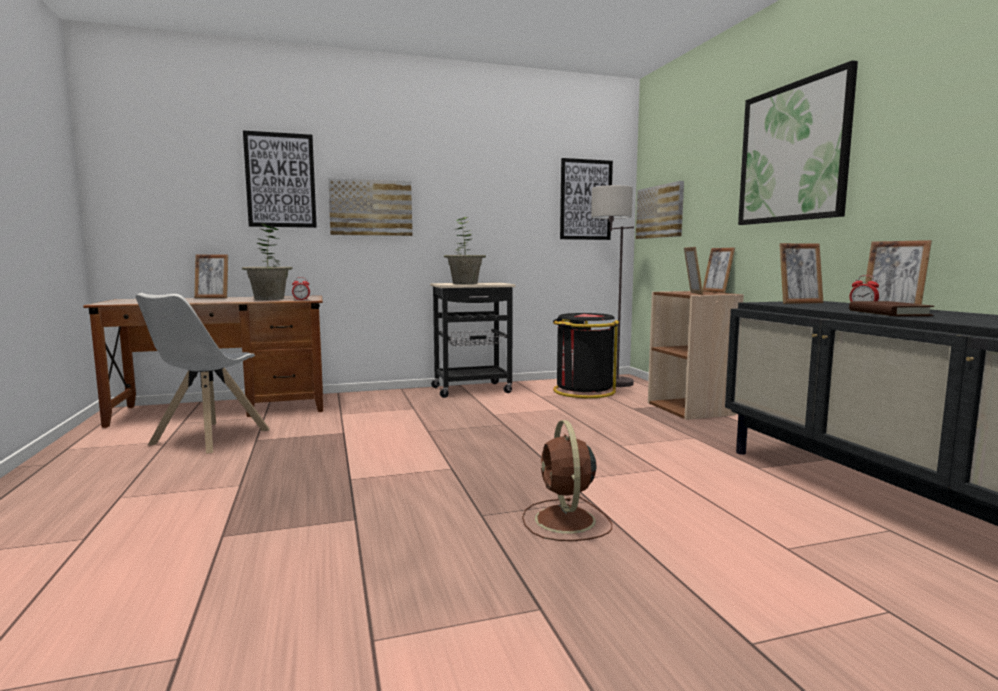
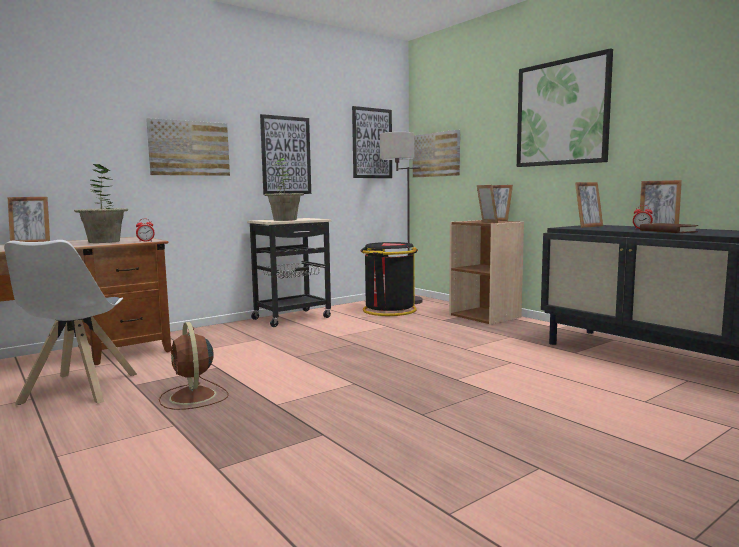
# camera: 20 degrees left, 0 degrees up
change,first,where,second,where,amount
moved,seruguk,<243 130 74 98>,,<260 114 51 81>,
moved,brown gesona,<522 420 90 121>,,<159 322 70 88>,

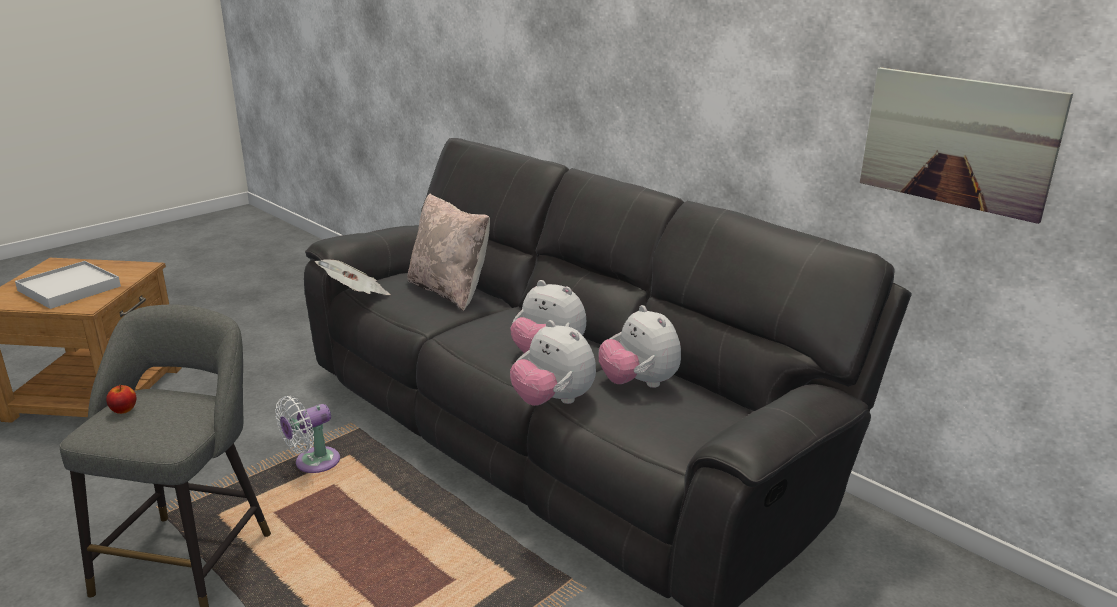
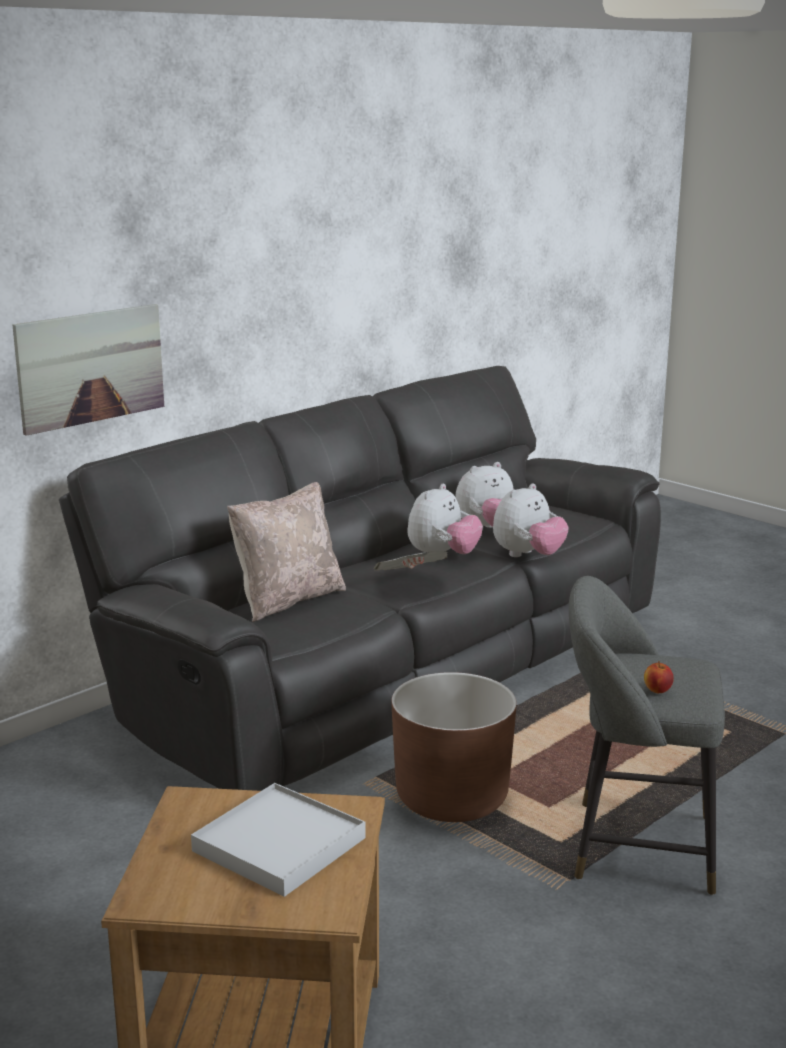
# camera: 90 degrees left, 5 degrees down
change,first,where,second,where,amount
moved,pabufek,<315 259 75 36>,,<374 551 74 20>,
moved,seruguk,<860 67 213 157>,,<13 304 151 132>,
replaced,white gesona,<275 396 65 77>,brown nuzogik,<391 672 126 150>,

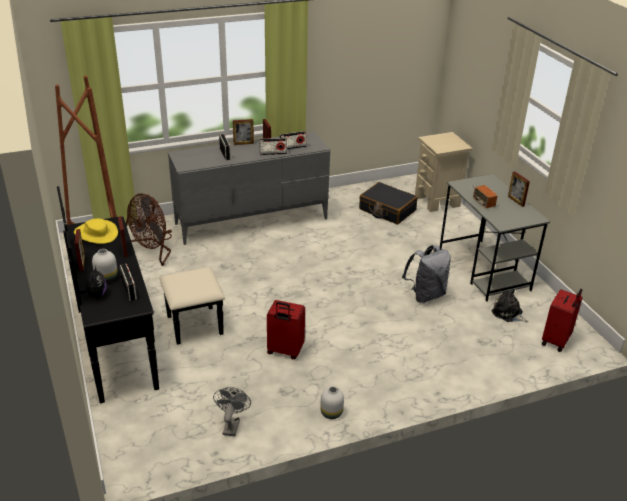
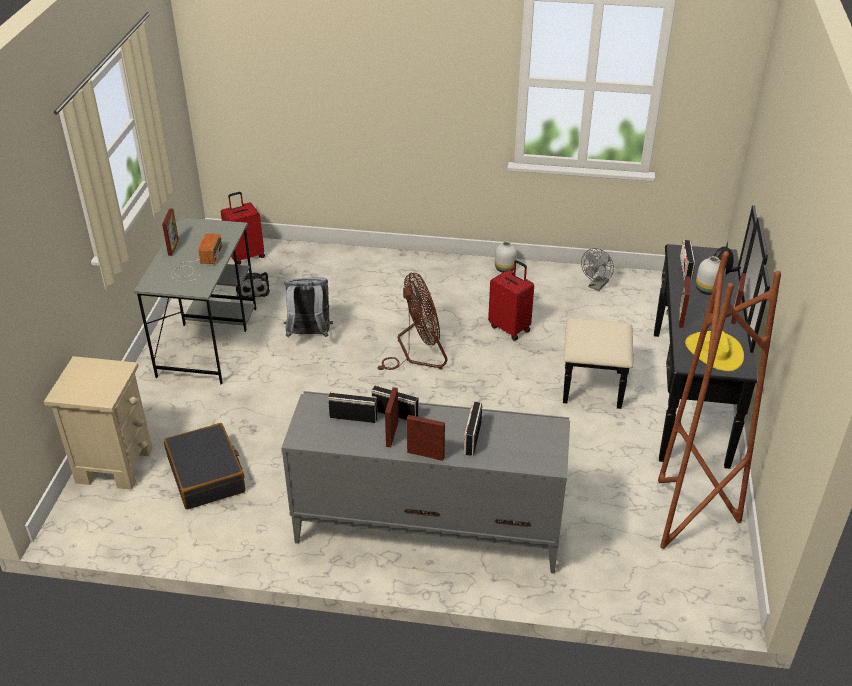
# camera: 150 degrees left, 5 degrees up
change,first,where,second,where,amount
moved,brown gesona,<126 193 47 73>,,<376 272 71 98>,

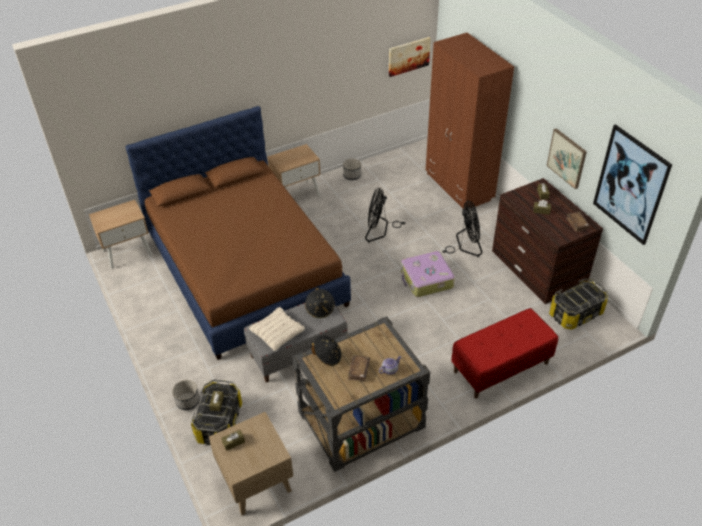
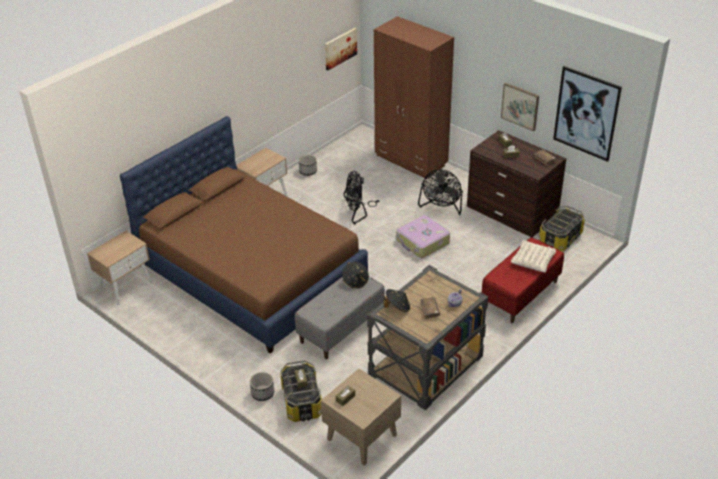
# camera: 20 degrees left, 5 degrees down
change,first,where,second,where,amount
moved,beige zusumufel,<249 307 56 44>,,<511 240 45 32>,
turned,black gesona,<443 201 39 56>,,<418 170 45 45>,135 degrees clockwise

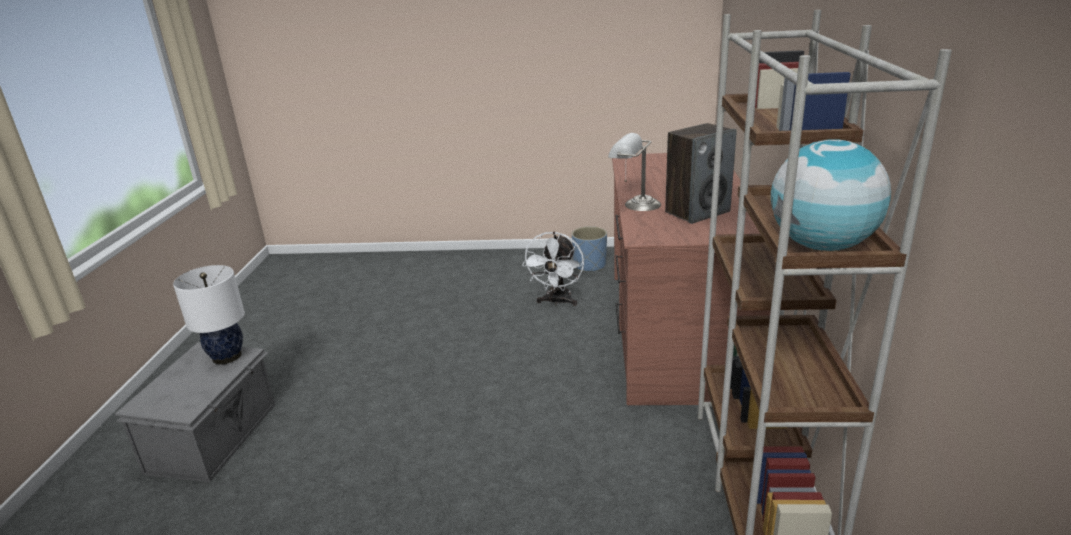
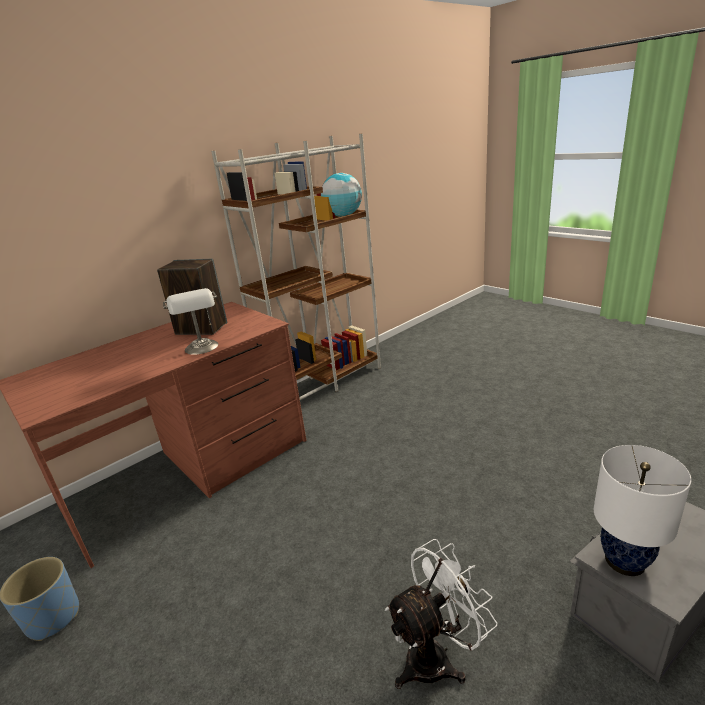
# camera: 135 degrees left, 0 degrees up
change,first,where,second,where,amount
moved,white gesona,<522 231 62 75>,,<385 539 112 150>,

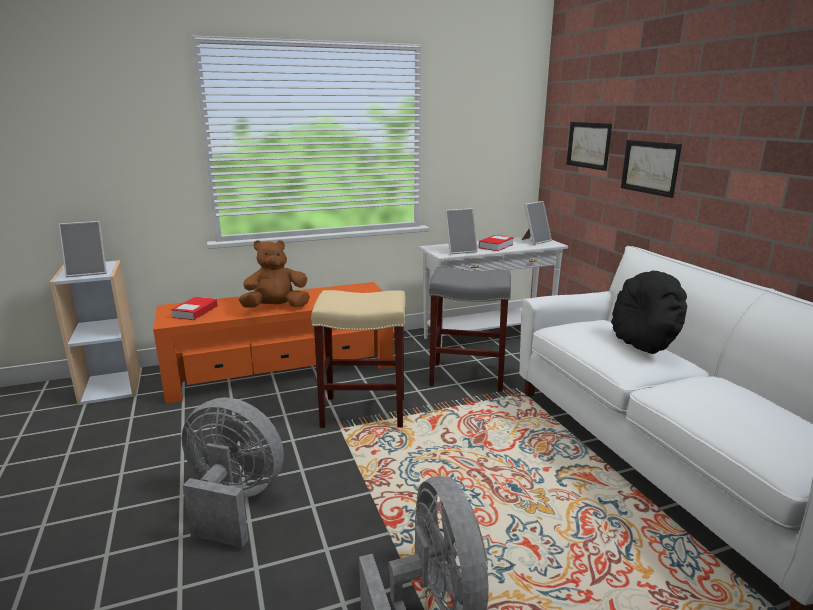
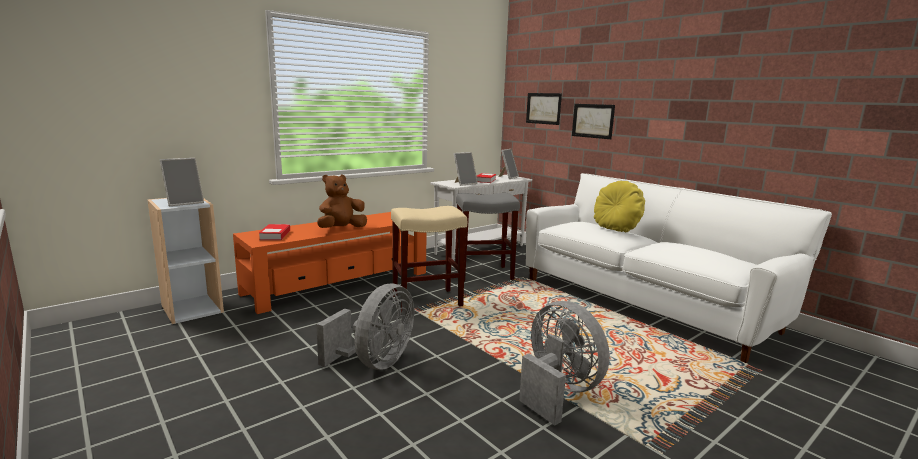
# camera: 20 degrees left, 5 degrees down
change,first,where,second,where,amount
recoloured,black zusumufel,<611 271 76 83>,yellow zusumufel,<594 181 51 51>,
turned,grey gesona,<182 397 102 151>,,<316 284 98 86>,120 degrees clockwise

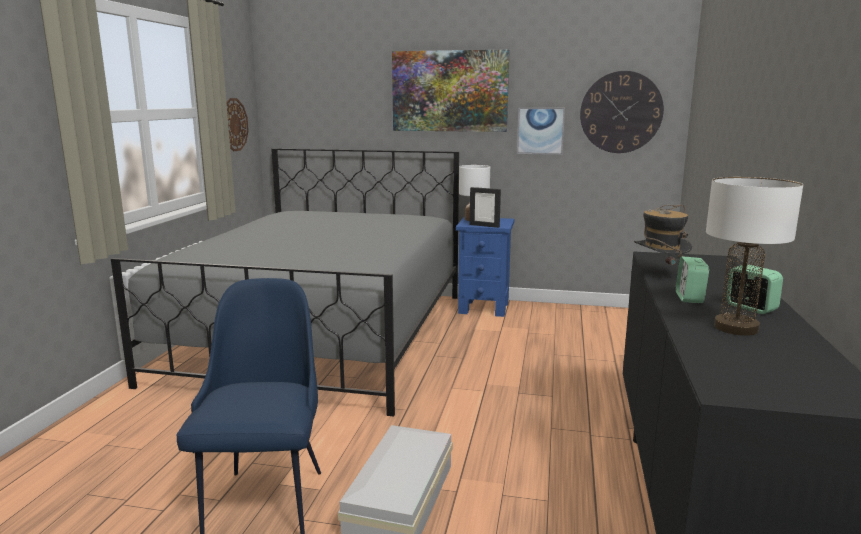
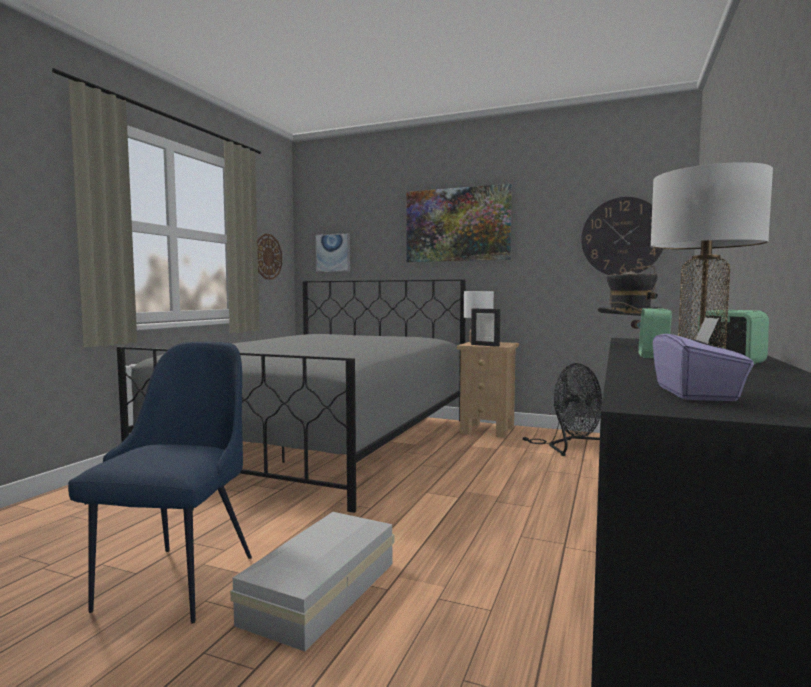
# camera: 10 degrees right, 10 degrees down
change,first,where,second,where,amount
added,,,black gesona,<523 363 79 93>,
added,,,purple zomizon,<653 317 101 84>,
moved,seruguk,<517 108 48 47>,,<315 233 35 39>,
recoloured,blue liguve,<456 217 58 100>,beige liguve,<457 342 62 96>,

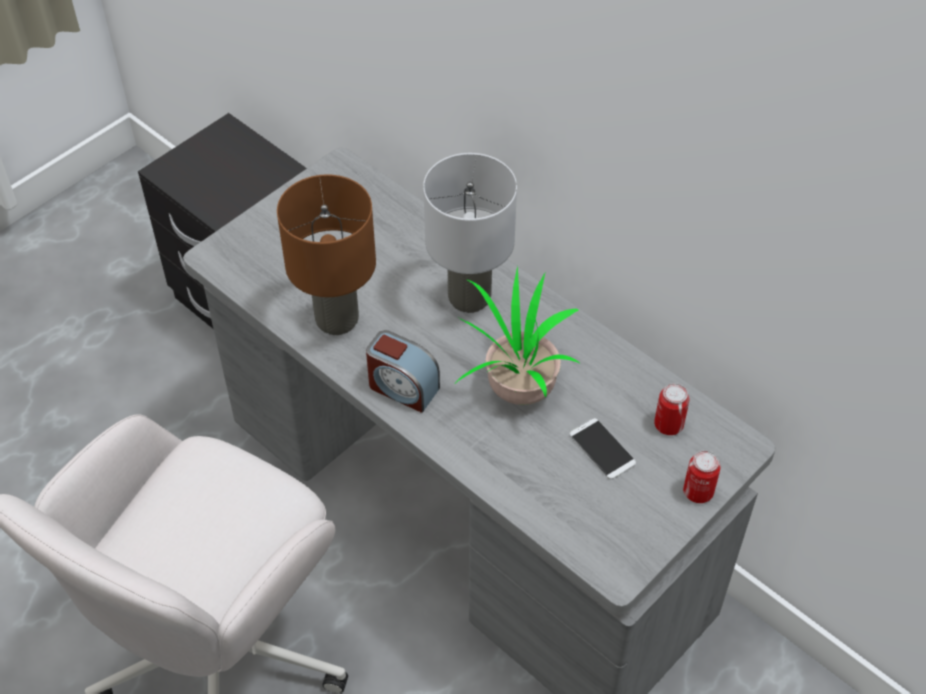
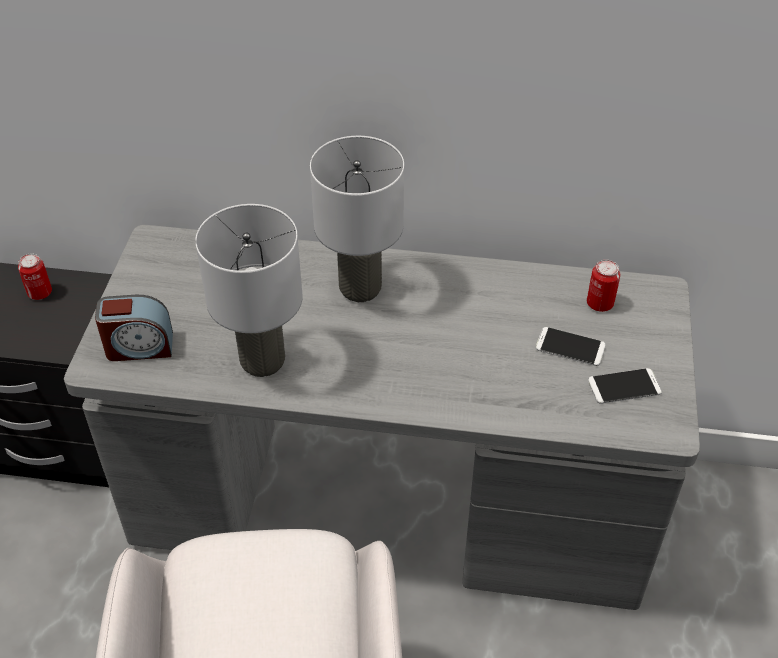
# camera: 35 degrees left, 5 degrees down
change,first,where,second,where,amount
removed,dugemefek,<456 266 123 139>,,,
added,,,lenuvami,<588 368 74 36>,
moved,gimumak,<366 330 74 83>,,<95 295 78 66>,
moved,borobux,<683 450 38 53>,,<18 254 34 46>,
recoloured,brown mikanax,<277 174 99 161>,white mikanax,<195 204 108 173>,

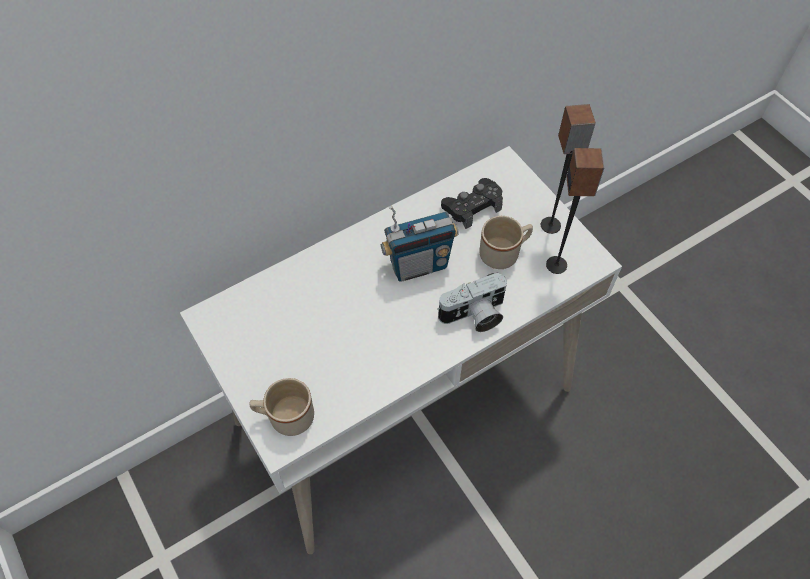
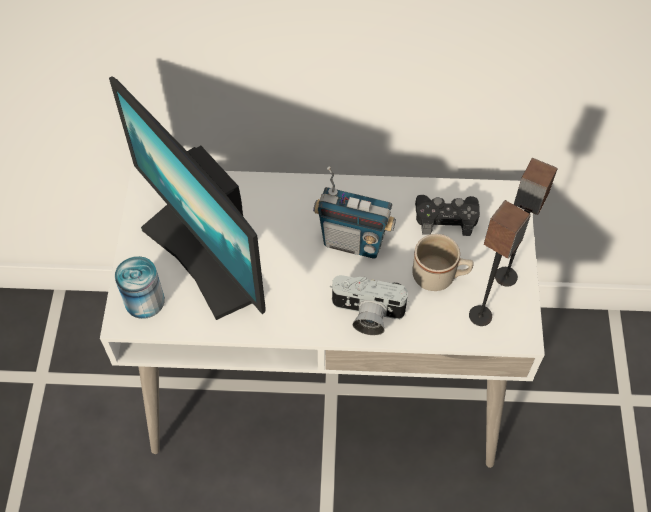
# camera: 35 degrees right, 0 degrees up
change,first,where,second,where,amount
added,,,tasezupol,<109 76 157 244>,
replaced,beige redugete,<249 378 65 58>,borobux,<115 256 50 63>,

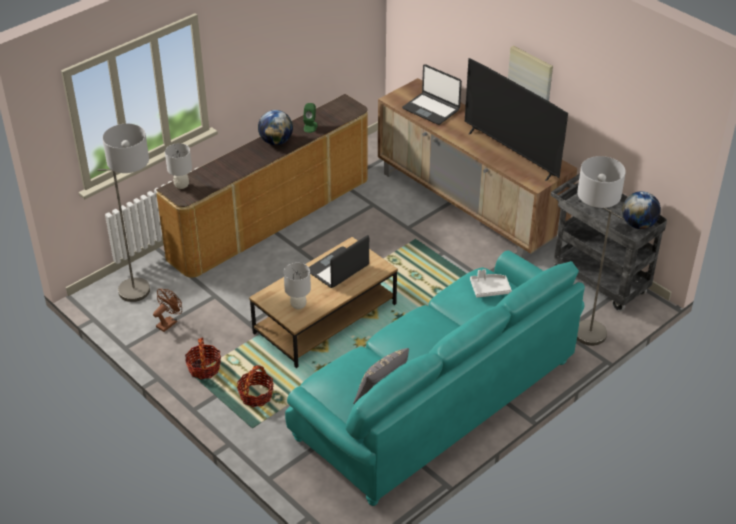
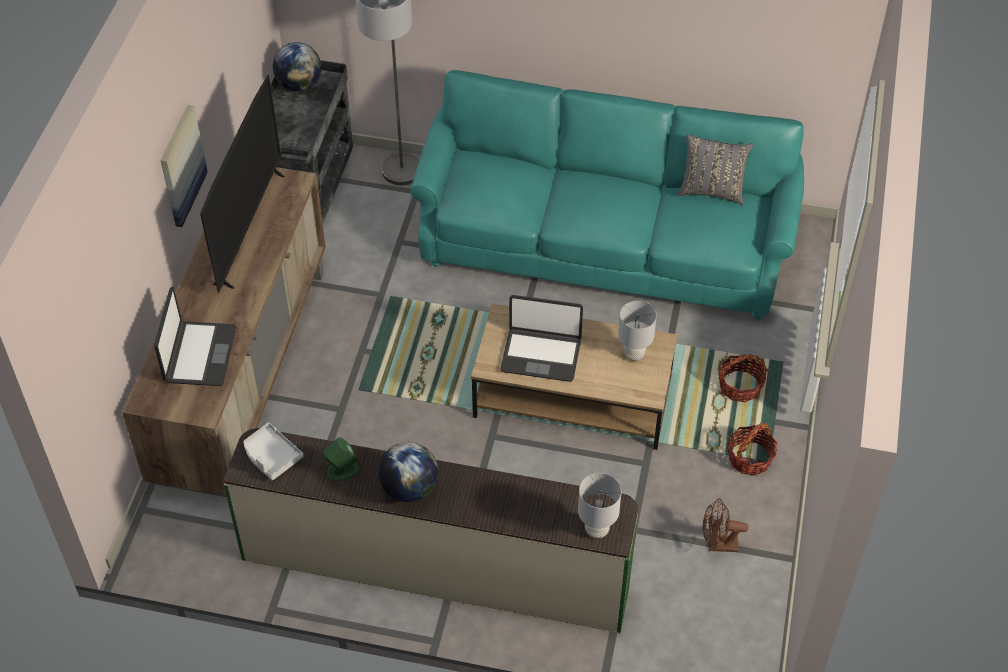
# camera: 125 degrees left, 10 degrees up
change,first,where,second,where,amount
removed,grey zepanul,<98 124 52 178>,,,
moved,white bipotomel,<470 269 42 28>,,<244 423 60 57>,
recoloured,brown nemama,<156 94 212 184>,green nemama,<223 428 415 205>,

